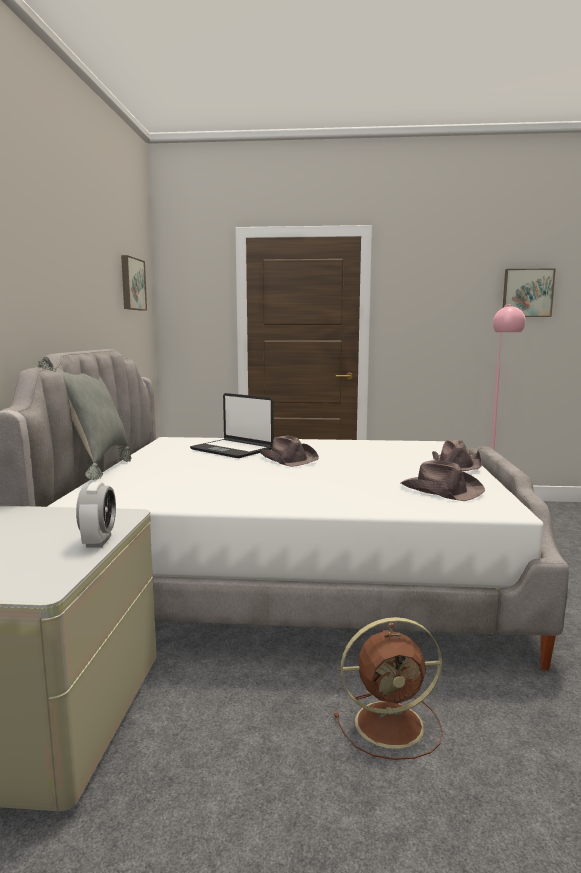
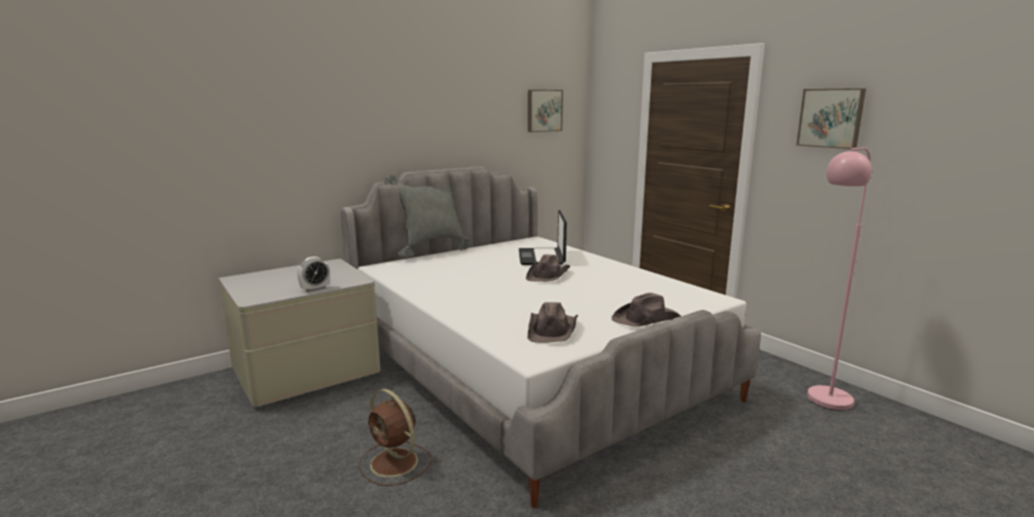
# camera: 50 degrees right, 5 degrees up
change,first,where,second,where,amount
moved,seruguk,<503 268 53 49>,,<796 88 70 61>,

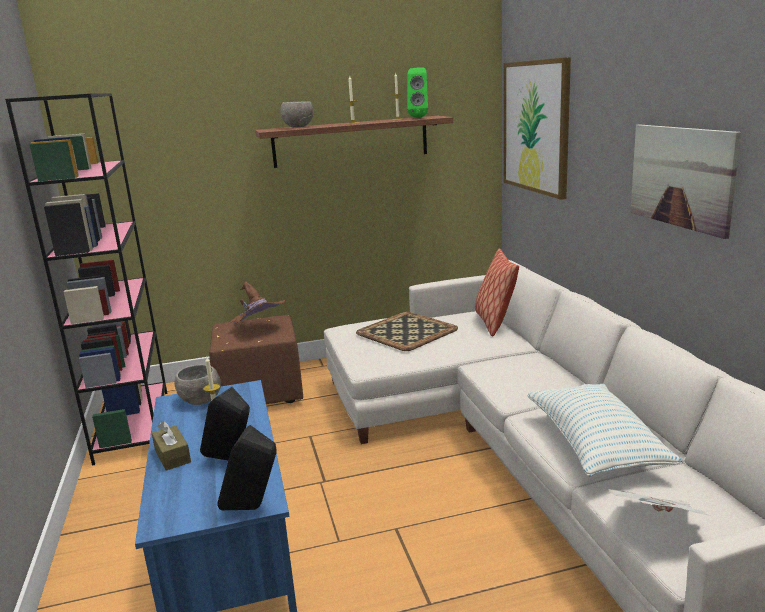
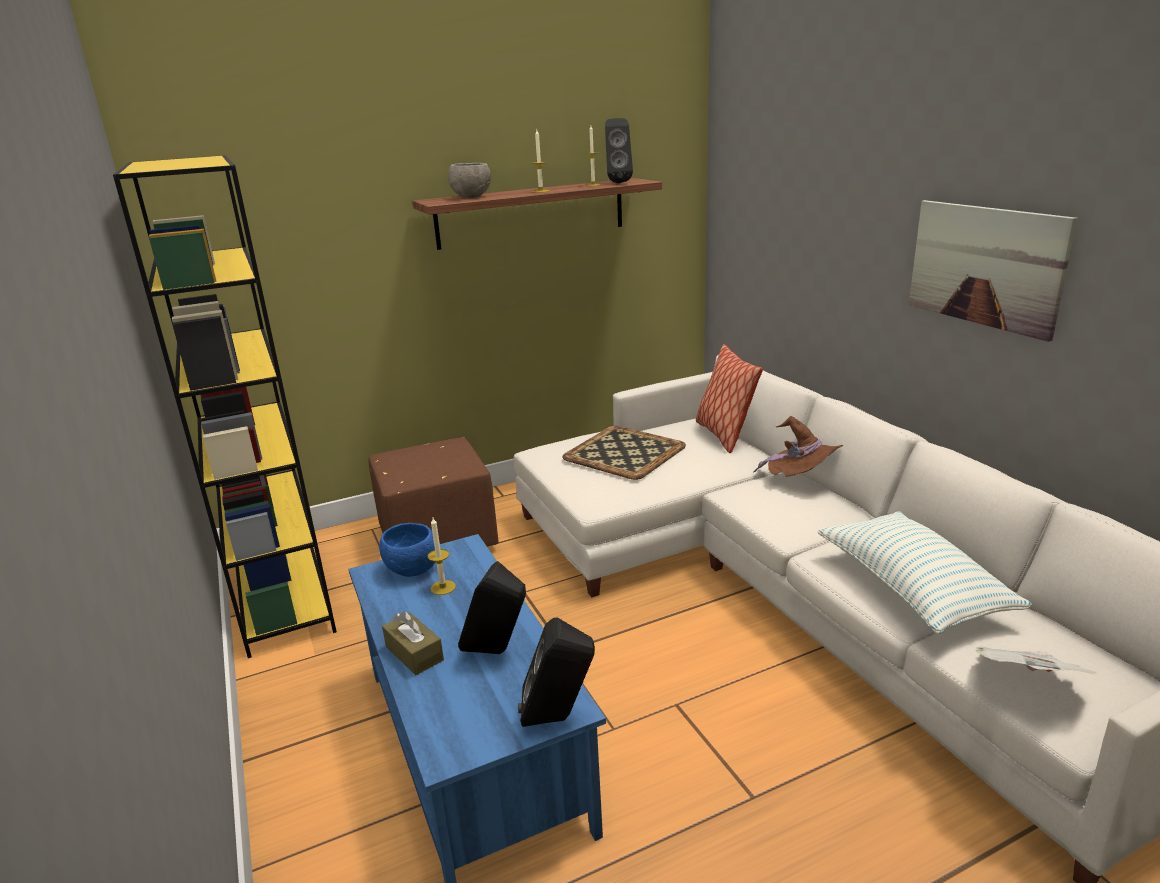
# camera: 10 degrees left, 5 degrees up
change,first,where,second,where,amount
removed,seruguk,<504 57 67 143>,,,
moved,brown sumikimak,<230 282 55 42>,,<753 416 90 61>,
recoloured,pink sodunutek,<5 93 162 373>,yellow sodunutek,<113 155 224 503>,
recoloured,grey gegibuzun,<174 364 47 41>,blue gegibuzun,<379 523 57 54>,
recoloured,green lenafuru,<407 68 21 50>,black lenafuru,<605 118 28 65>,

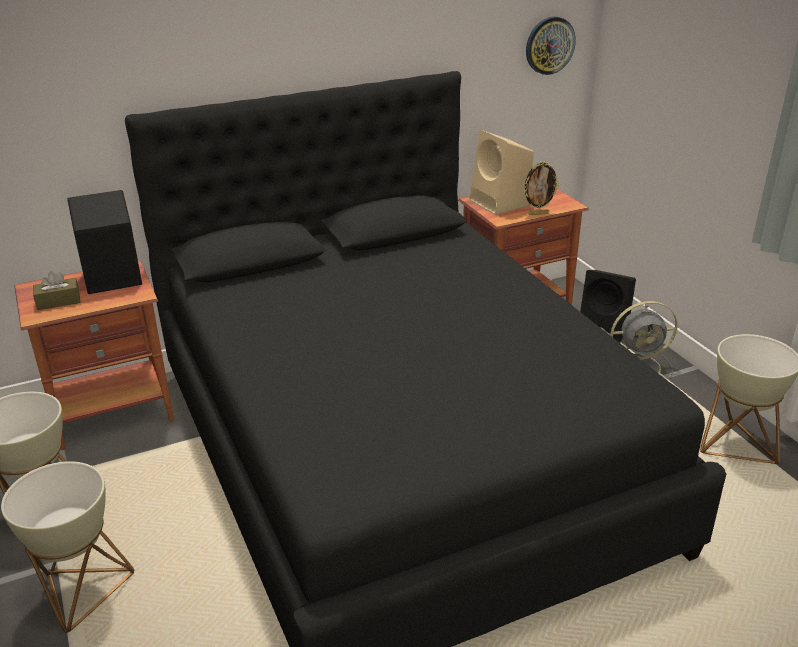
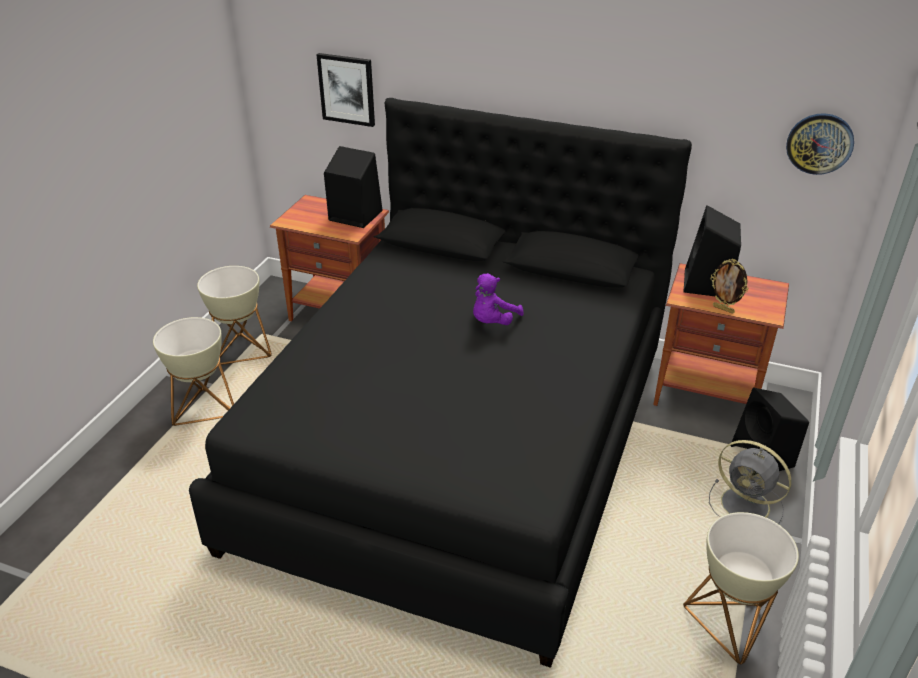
# camera: 45 degrees right, 5 degrees up
change,first,where,second,where,amount
removed,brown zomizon,<33 271 48 39>,,,
added,,,seruguk,<316 53 59 74>,
added,,,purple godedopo,<473 273 51 52>,
recoloured,beige lenafuru,<470 130 64 85>,black lenafuru,<684 205 57 91>,

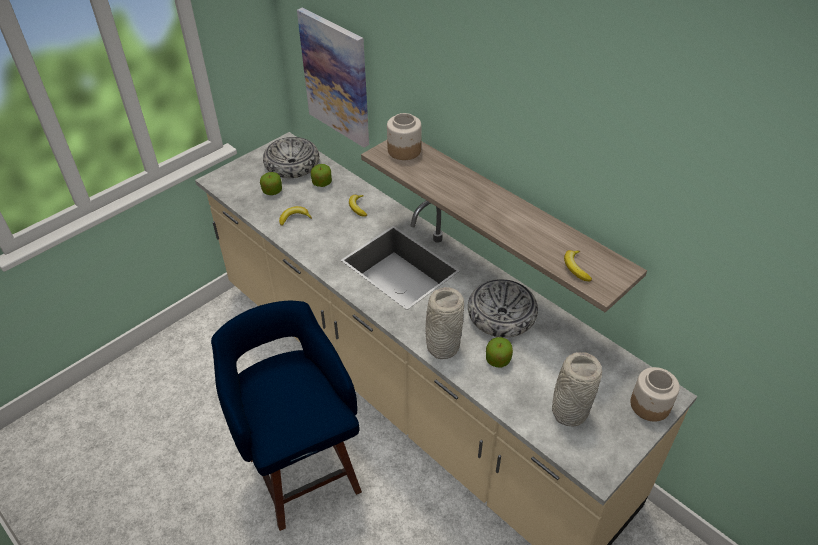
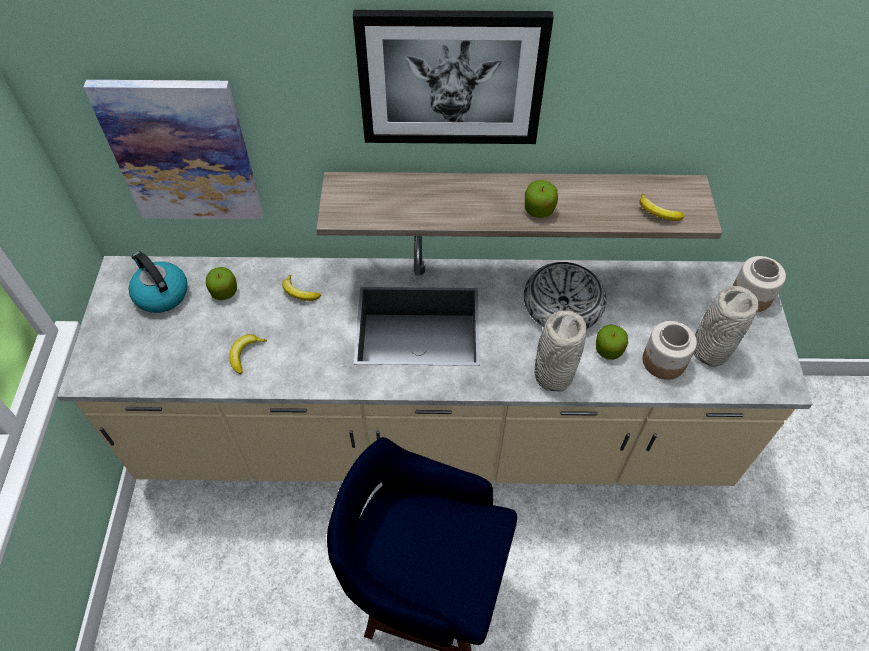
# camera: 45 degrees left, 10 degrees up
change,first,where,second,where,amount
added,,,seruguk,<353 10 201 134>,
moved,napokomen,<260 172 22 23>,,<525 180 33 38>,
moved,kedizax,<387 113 34 47>,,<642 321 55 59>,
replaced,gegibuzun,<263 137 56 41>,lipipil,<129 252 59 61>,

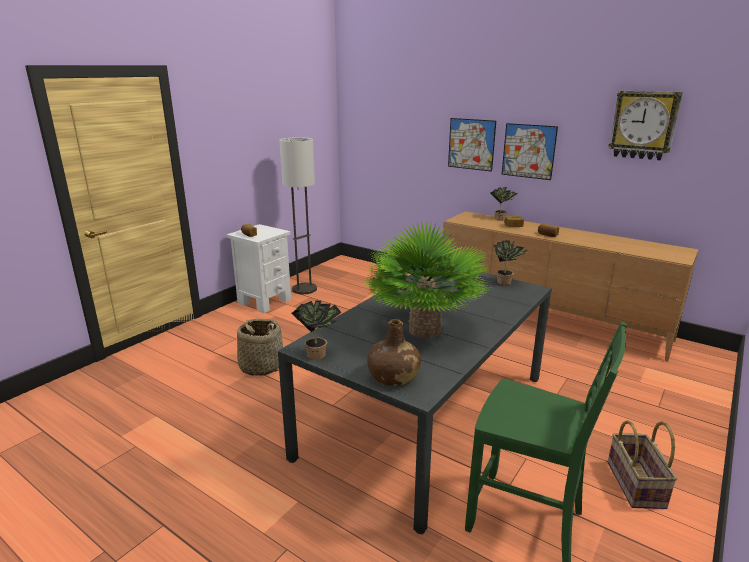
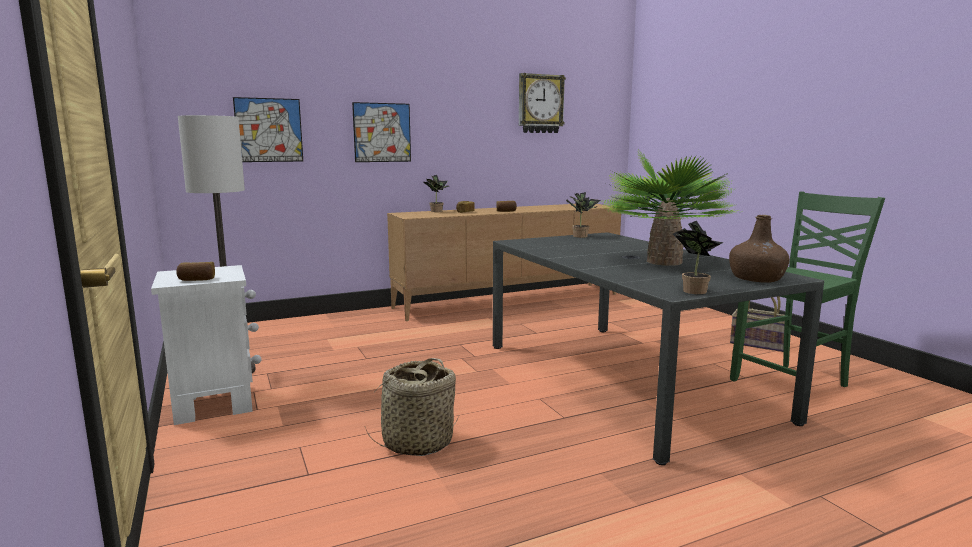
# camera: 60 degrees left, 10 degrees down
change,first,where,second,where,amount
moved,seruguk,<502 123 56 57>,,<233 97 70 65>,

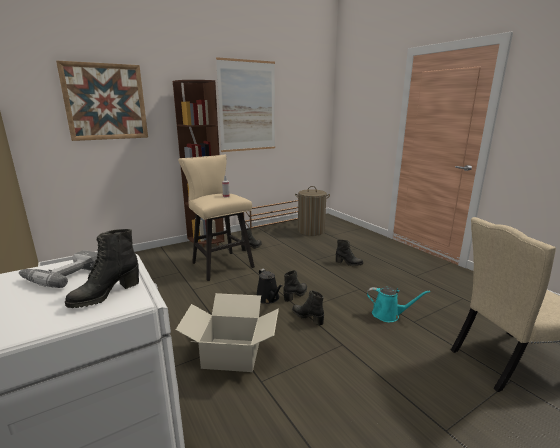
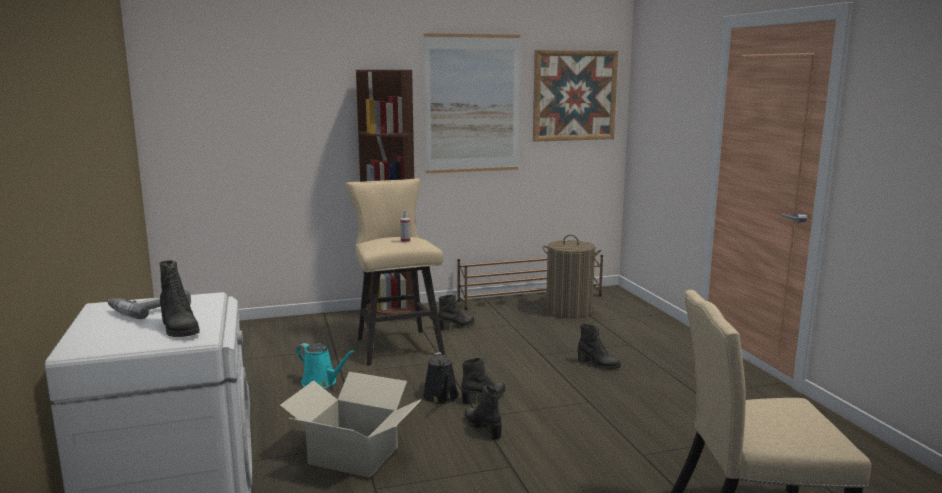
# camera: 15 degrees right, 5 degrees down
change,first,where,second,where,amount
moved,seruguk,<56 61 92 80>,,<533 50 85 92>,
moved,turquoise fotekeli,<367 287 63 35>,,<296 343 59 45>,
turned,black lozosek,<65 229 74 79>,,<159 260 41 77>,90 degrees counterclockwise

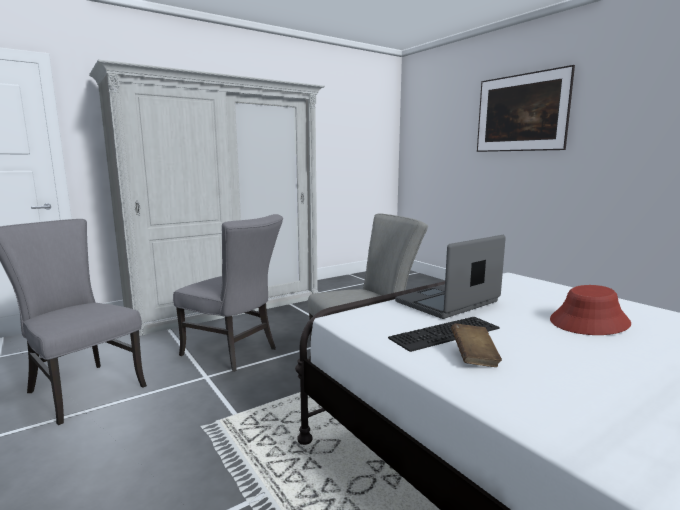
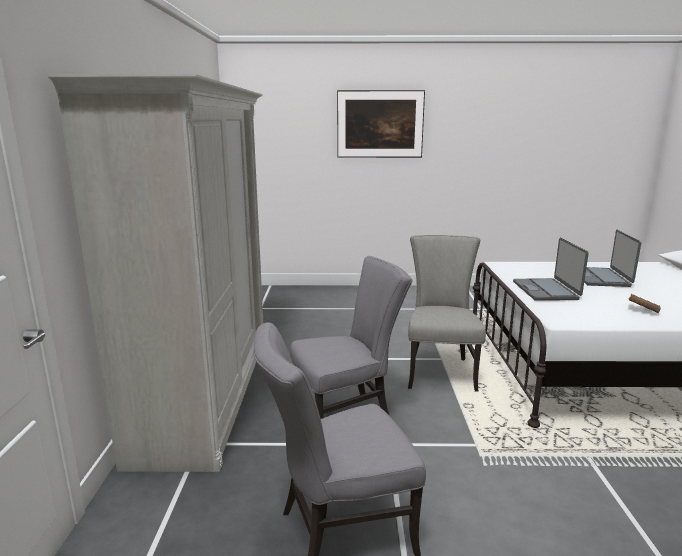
# camera: 55 degrees left, 5 degrees up
change,first,where,second,where,amount
removed,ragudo,<388 317 112 35>,,,
replaced,red sumikimak,<550 285 81 50>,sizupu,<584 230 57 57>,

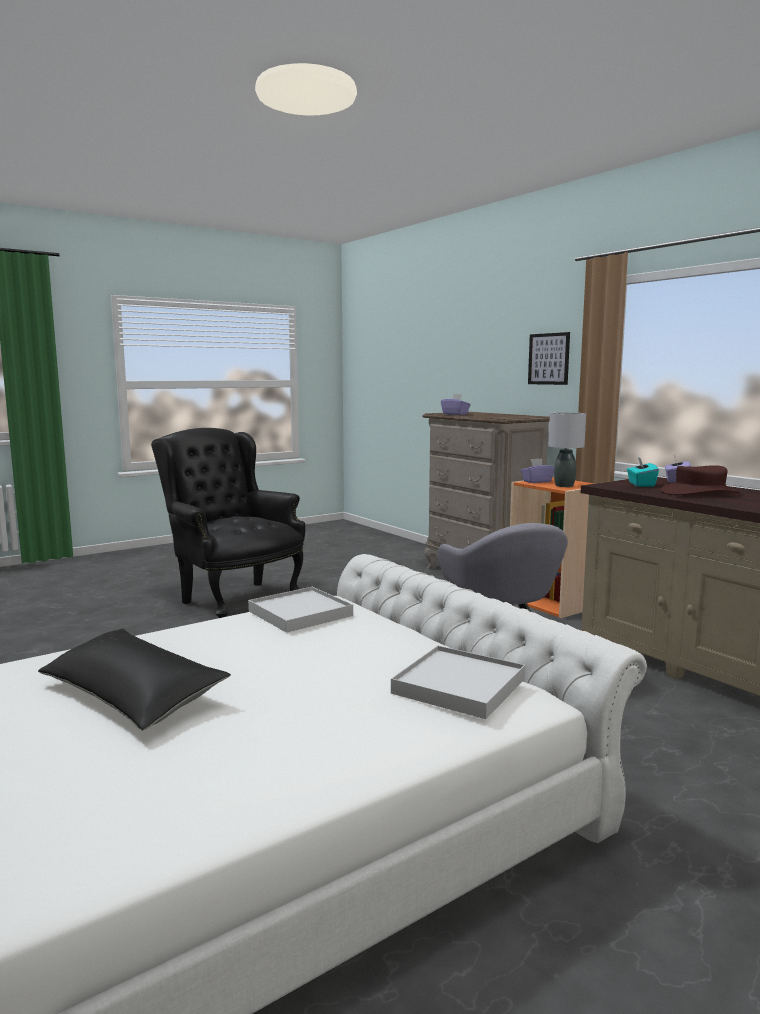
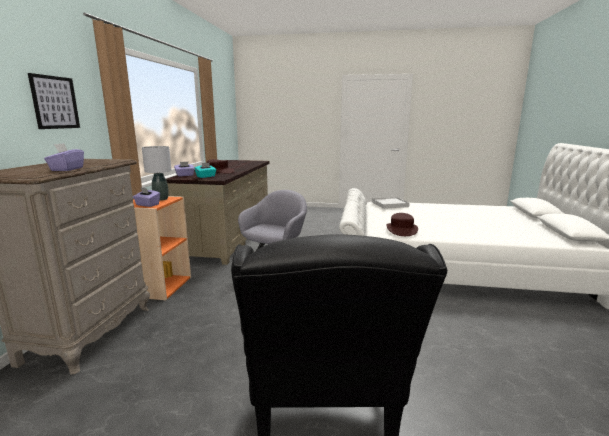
# camera: 135 degrees left, 5 degrees up
change,first,where,second,where,amount
removed,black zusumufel,<38 629 193 102>,,,
replaced,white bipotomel,<248 587 105 46>,brown sumikimak,<386 213 32 23>,

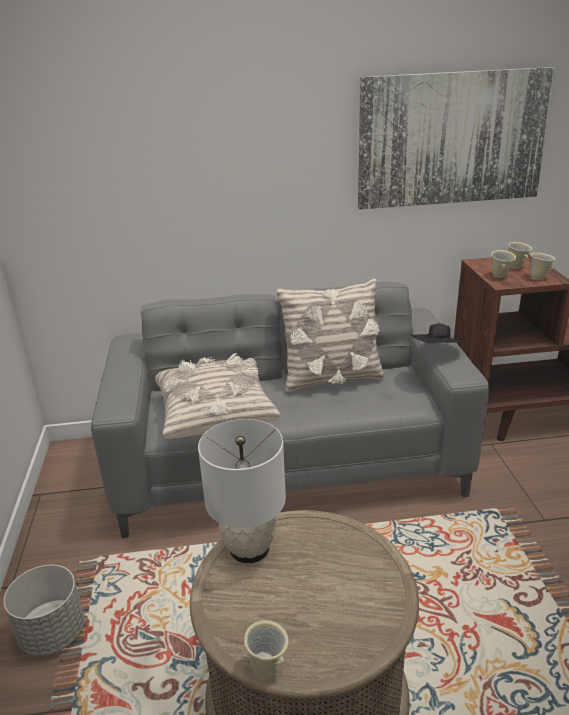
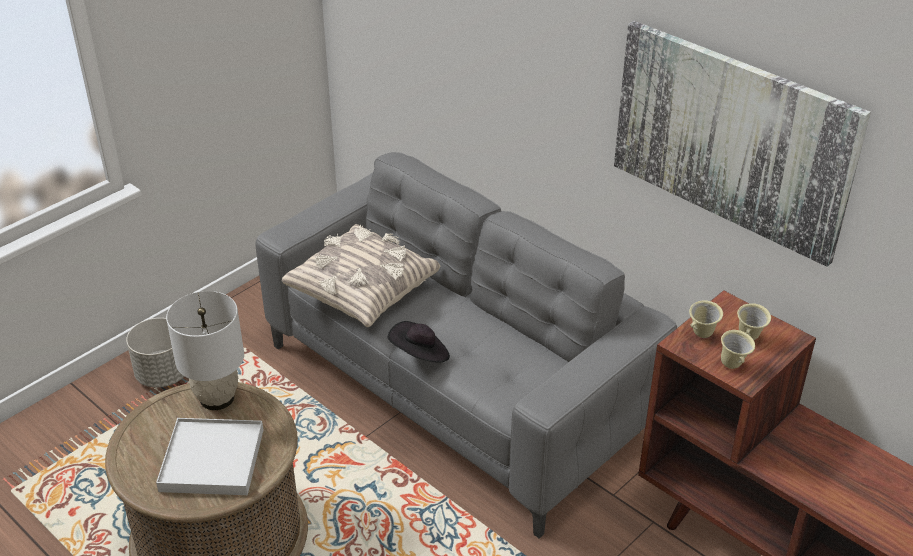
# camera: 50 degrees right, 10 degrees up
change,first,where,second,where,amount
removed,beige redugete,<244 620 45 55>,,,
removed,beige zusumufel,<276 279 108 113>,,,
added,,,white bipotomel,<156 418 107 77>,
moved,black sumikimak,<411 323 55 20>,,<388 321 62 42>,

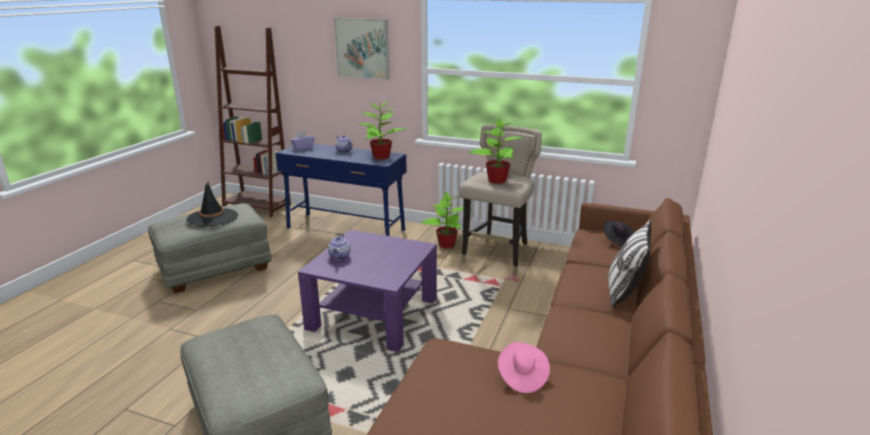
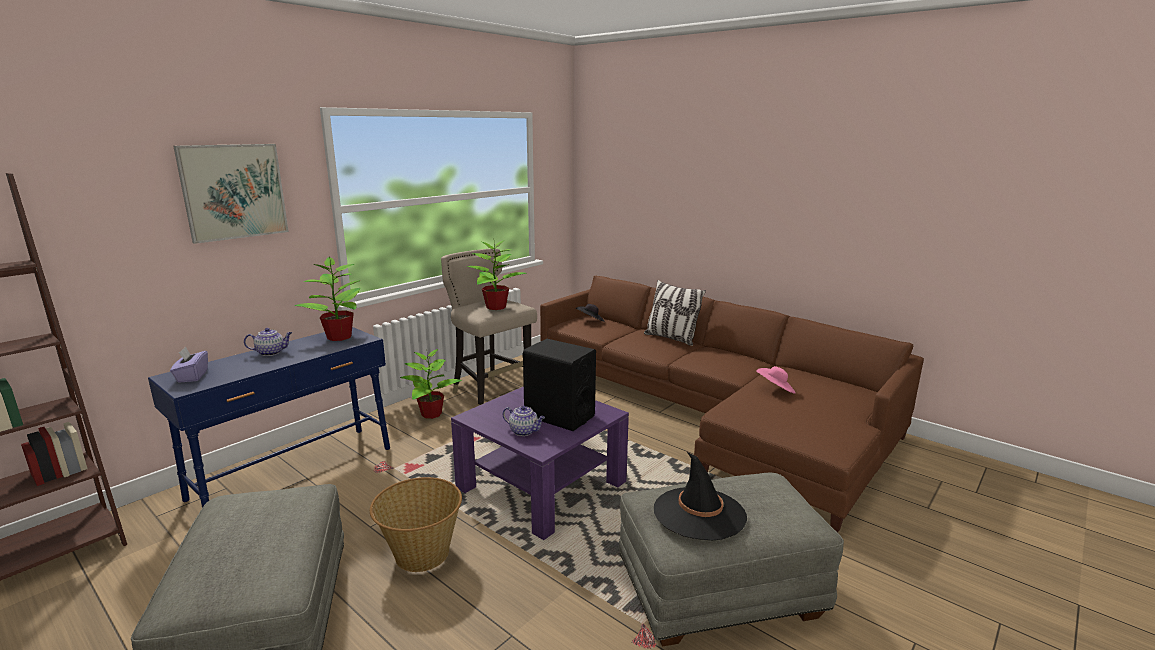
# camera: 70 degrees left, 5 degrees down
change,first,where,second,where,amount
added,,,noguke,<370 477 92 95>,
added,,,black lenafuru,<522 339 74 92>,
moved,black sumikimak,<186 181 52 46>,,<654 452 93 88>,

